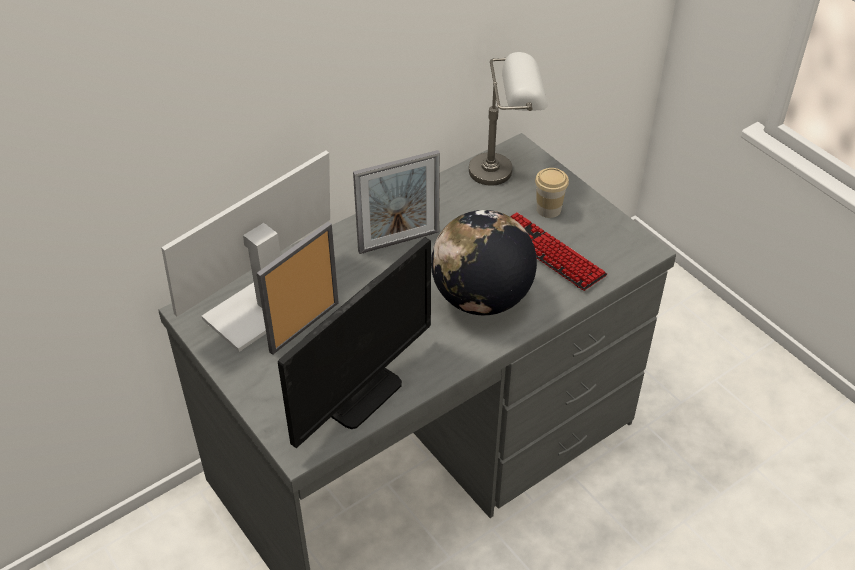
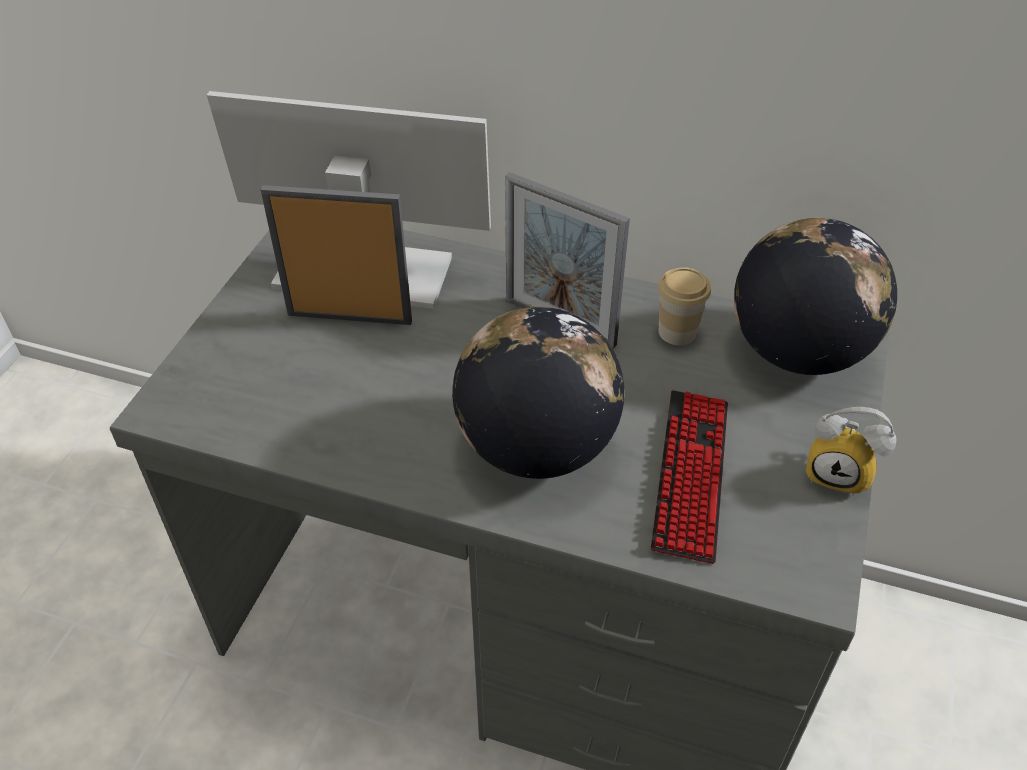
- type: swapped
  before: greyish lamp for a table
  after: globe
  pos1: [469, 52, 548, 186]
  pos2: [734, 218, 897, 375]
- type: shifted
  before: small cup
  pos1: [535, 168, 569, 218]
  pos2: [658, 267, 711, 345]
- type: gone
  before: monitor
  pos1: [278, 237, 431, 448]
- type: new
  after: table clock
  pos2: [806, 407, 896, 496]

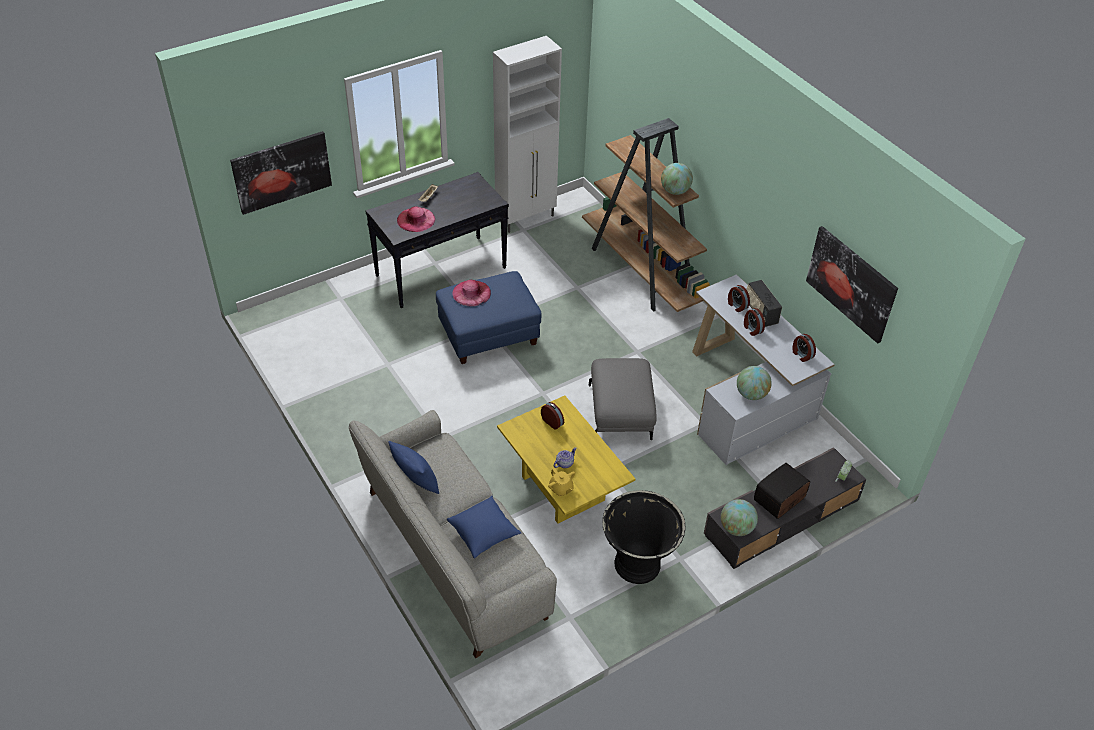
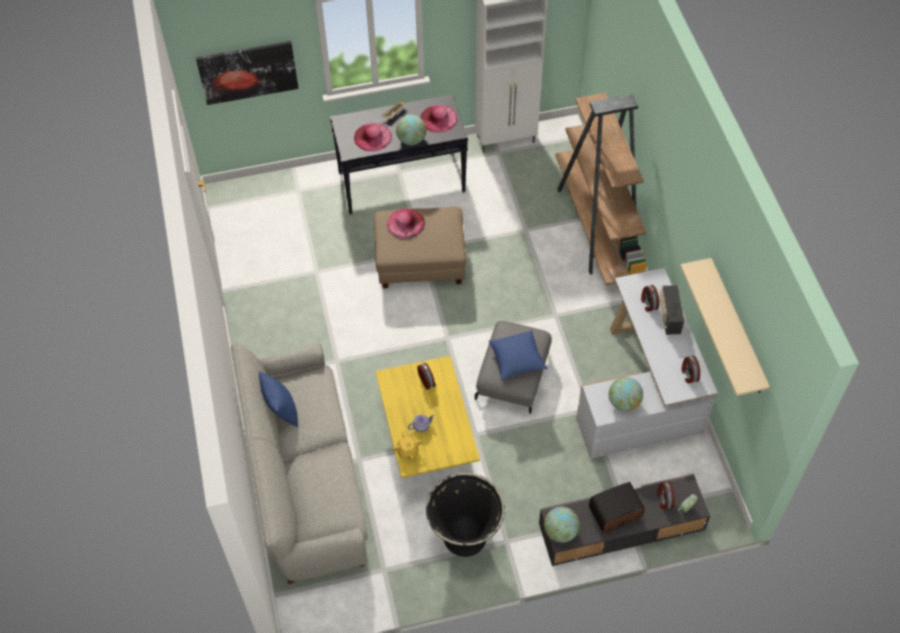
- type: shifted
  before: globe
  pos1: [661, 163, 693, 195]
  pos2: [396, 115, 426, 145]
- type: swapped
  before: wall art
  after: beige-coloured shelf
  pos1: [806, 226, 898, 344]
  pos2: [680, 258, 770, 396]
- type: repainted
  before: bluish pouffe
  after: beige-coloured pouffe
  pos1: [436, 271, 542, 364]
  pos2: [374, 207, 466, 288]
- type: shifted
  before: table clock
  pos1: [744, 308, 765, 336]
  pos2: [657, 482, 675, 509]
- type: shifted
  before: bluish throw pillow
  pos1: [447, 496, 521, 559]
  pos2: [489, 330, 547, 380]
- type: new
  after: pinkish hat
  pos2: [420, 105, 457, 133]

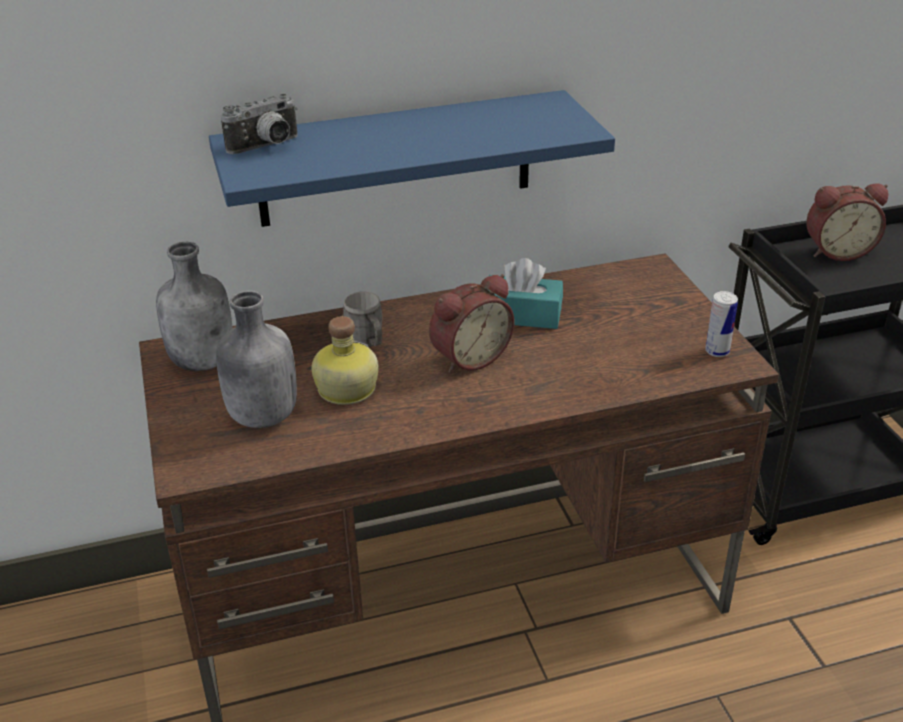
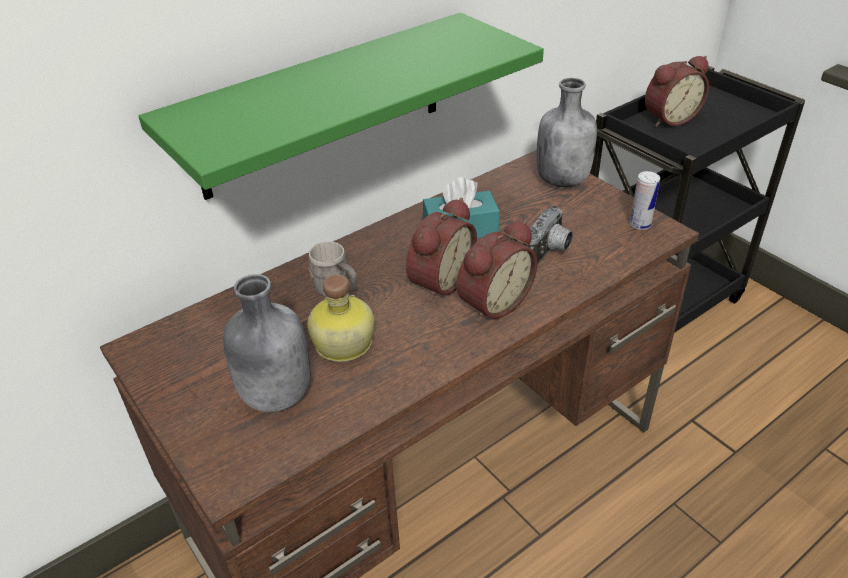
- type: repainted
  before: bluish shelf
  after: green shelf
  pos1: [209, 90, 615, 227]
  pos2: [138, 13, 544, 200]
- type: shifted
  before: still camera
  pos1: [221, 93, 298, 154]
  pos2: [523, 205, 573, 265]
- type: shifted
  before: greyish bottle
  pos1: [156, 242, 233, 371]
  pos2: [537, 78, 597, 187]
- type: new
  after: table clock
  pos2: [456, 220, 537, 323]

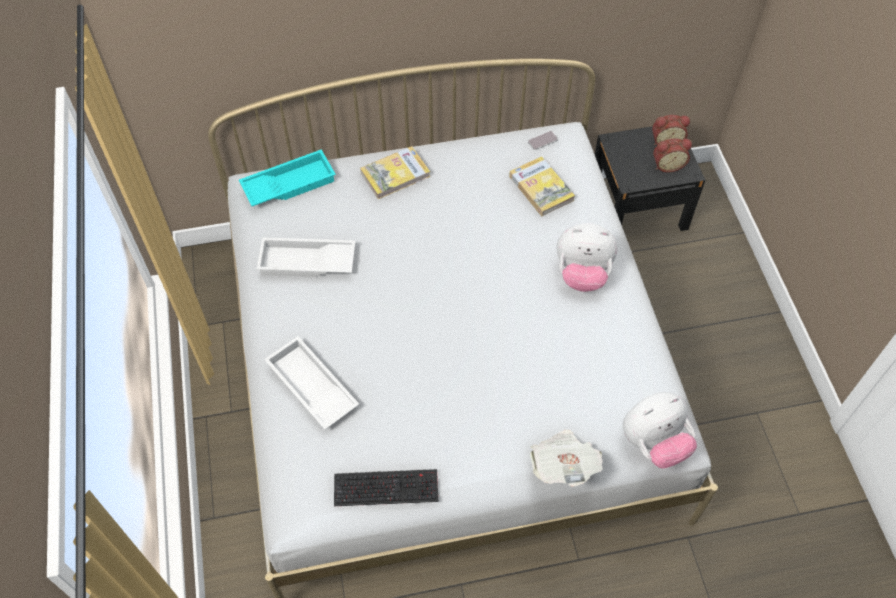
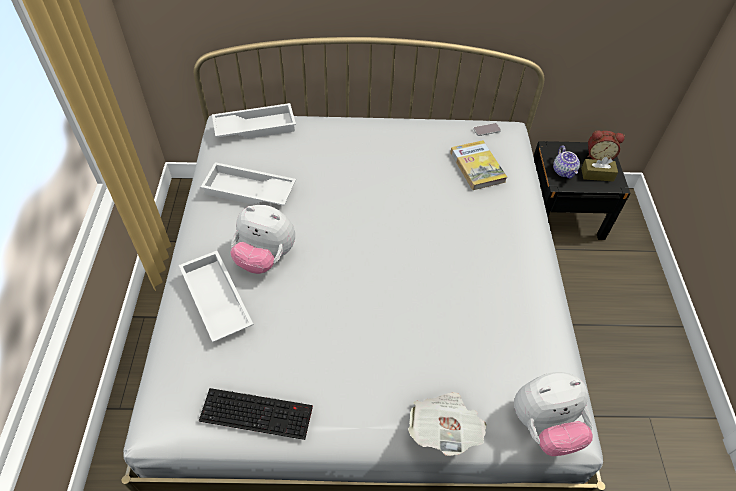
- type: swapped
  before: table clock
  after: brown tissue box
  pos1: [653, 138, 692, 172]
  pos2: [581, 157, 618, 182]
- type: gone
  before: volume
  pos1: [360, 146, 430, 199]
- type: repainted
  before: turquoise-coloured serving tray
  after: white-coloured serving tray
  pos1: [239, 149, 336, 206]
  pos2: [212, 103, 296, 139]
- type: shifted
  before: soft toy
  pos1: [557, 223, 618, 292]
  pos2: [230, 205, 295, 274]
- type: new
  after: tea pot
  pos2: [553, 146, 580, 179]

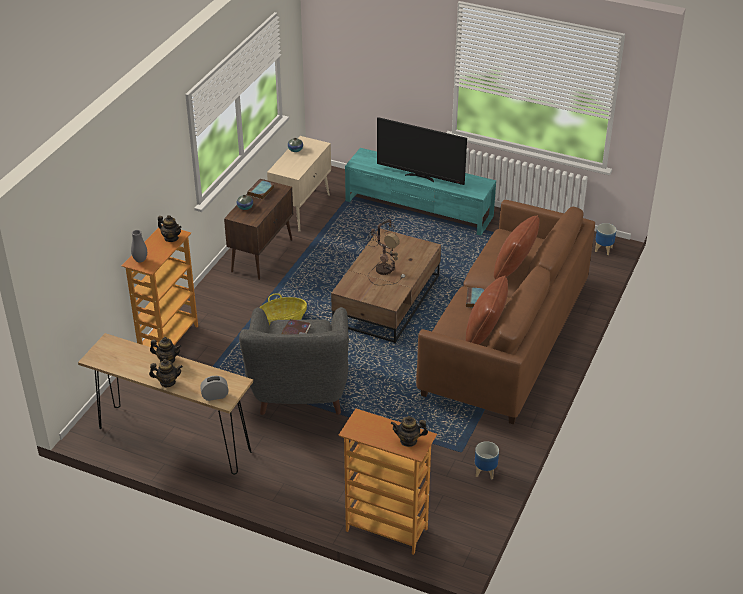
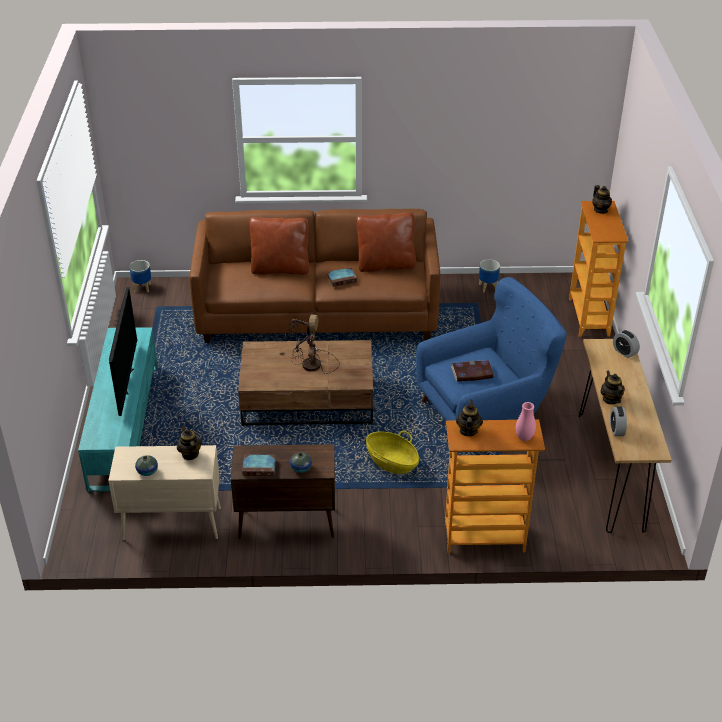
- type: repainted
  before: greyish flower vase
  after: pinkish flower vase
  pos1: [131, 230, 147, 262]
  pos2: [516, 402, 536, 441]
- type: repainted
  before: greyish armchair
  after: bluish armchair
  pos1: [239, 307, 349, 415]
  pos2: [416, 277, 567, 421]
- type: shifted
  before: tea pot
  pos1: [149, 359, 183, 387]
  pos2: [177, 425, 202, 460]
- type: new
  after: table clock
  pos2: [610, 406, 627, 436]

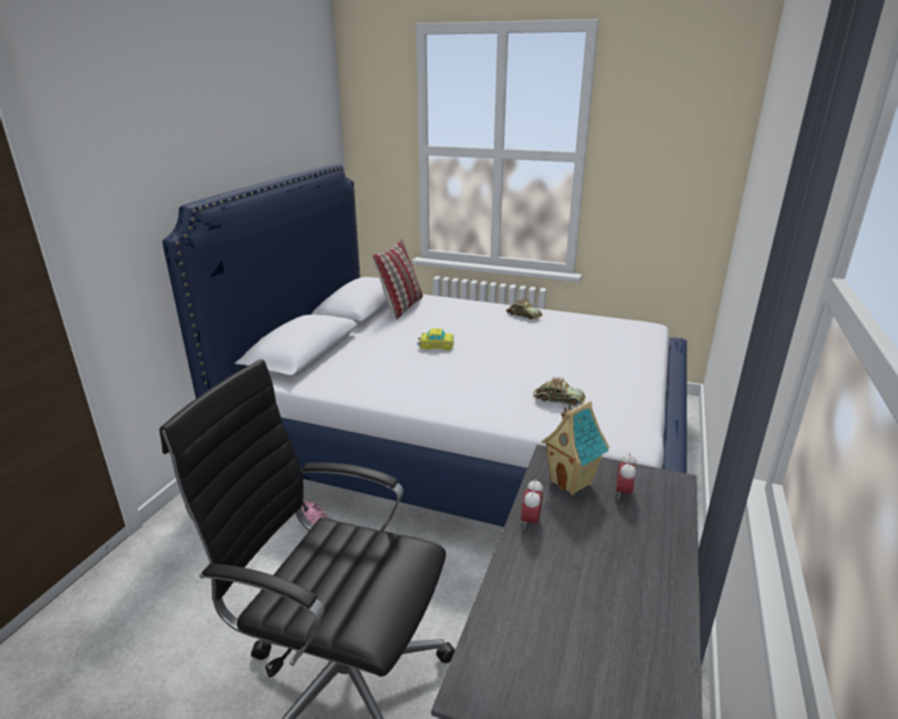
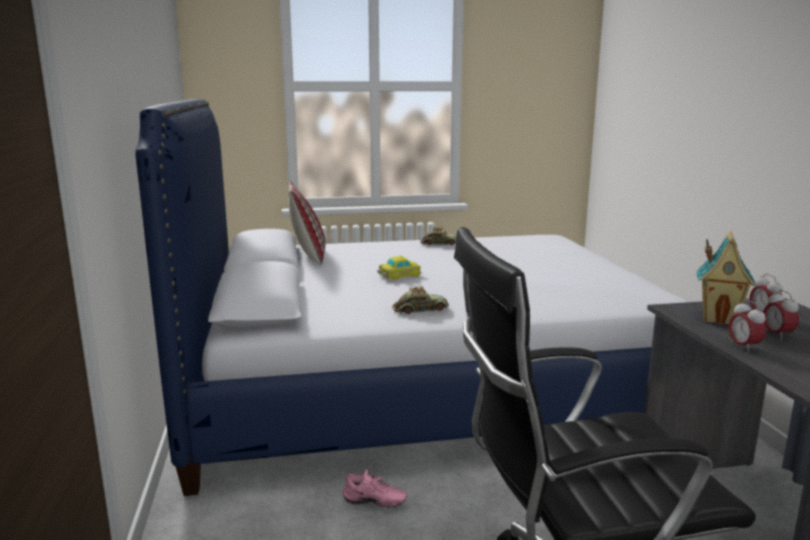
- type: shifted
  before: model car
  pos1: [533, 377, 586, 406]
  pos2: [392, 285, 449, 314]
- type: new
  after: table clock
  pos2: [763, 290, 799, 340]

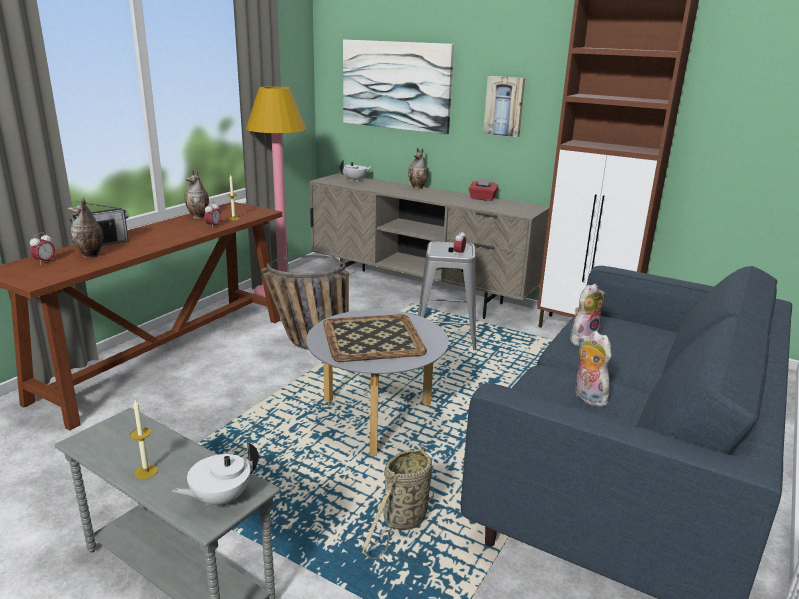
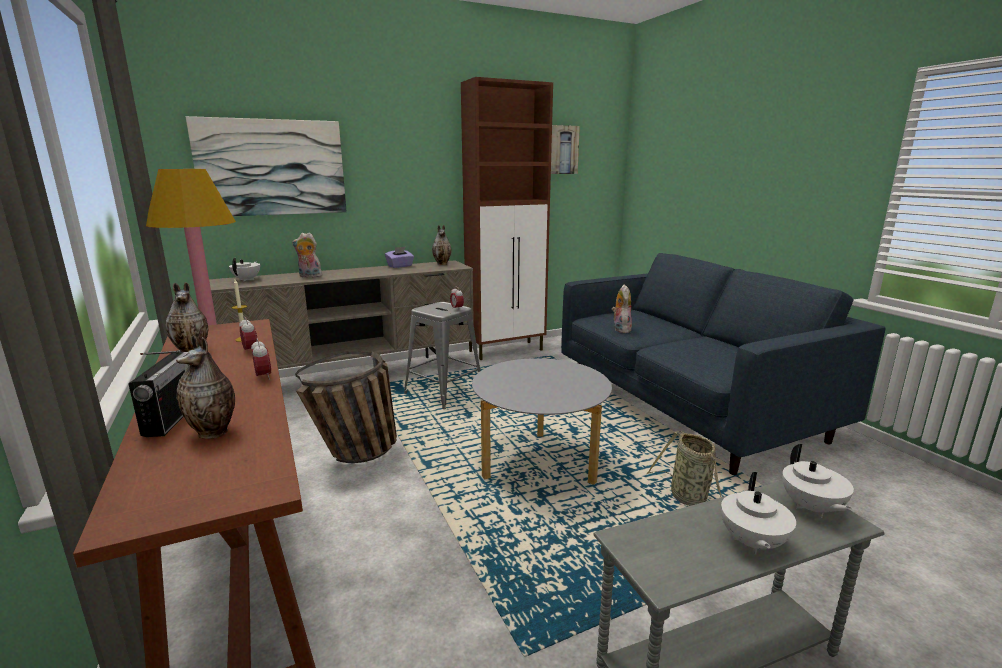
- type: shifted
  before: wall art
  pos1: [483, 76, 525, 137]
  pos2: [551, 125, 580, 174]
- type: shifted
  before: flower vase
  pos1: [408, 148, 428, 189]
  pos2: [432, 225, 451, 265]
- type: repainted
  before: reddish tissue box
  after: purplish tissue box
  pos1: [469, 178, 498, 201]
  pos2: [385, 247, 414, 268]
- type: shifted
  before: table clock
  pos1: [30, 232, 55, 265]
  pos2: [251, 338, 271, 380]
- type: gone
  before: serving tray
  pos1: [323, 314, 427, 362]
- type: shifted
  before: soft toy
  pos1: [575, 331, 611, 407]
  pos2: [292, 232, 322, 278]
- type: swapped
  before: wax candle
  after: white-coloured tea pot
  pos1: [130, 399, 158, 479]
  pos2: [721, 472, 796, 555]

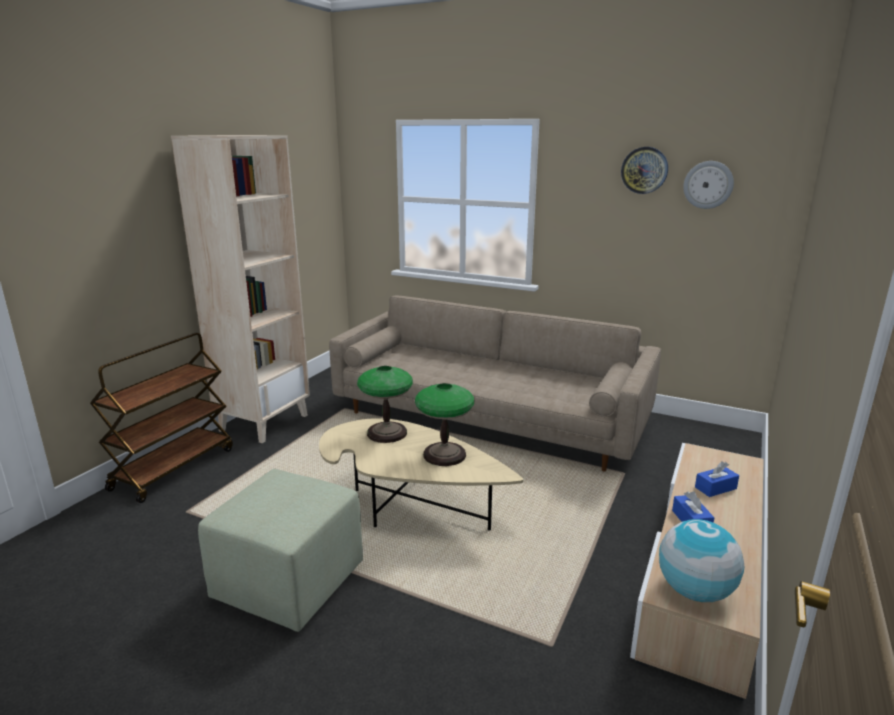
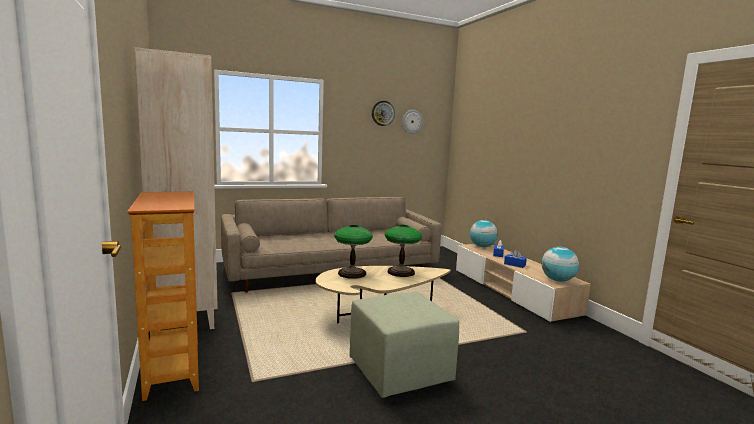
- type: swapped
  before: brown wheeled cart
  after: shelving unit
  pos1: [90, 333, 233, 503]
  pos2: [127, 192, 199, 401]
- type: new
  after: globe
  pos2: [470, 220, 498, 247]

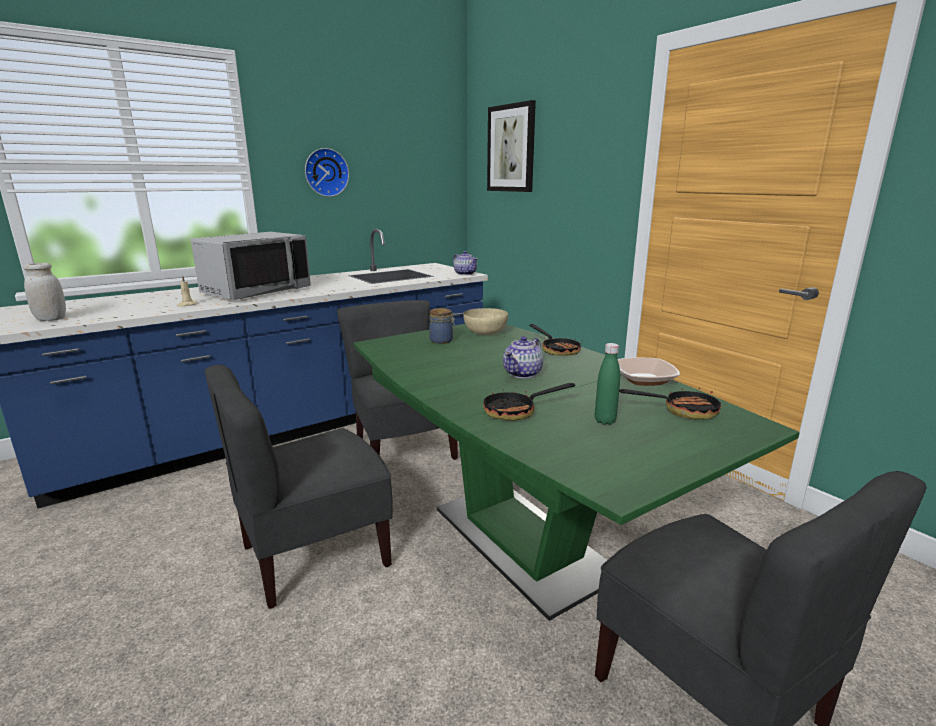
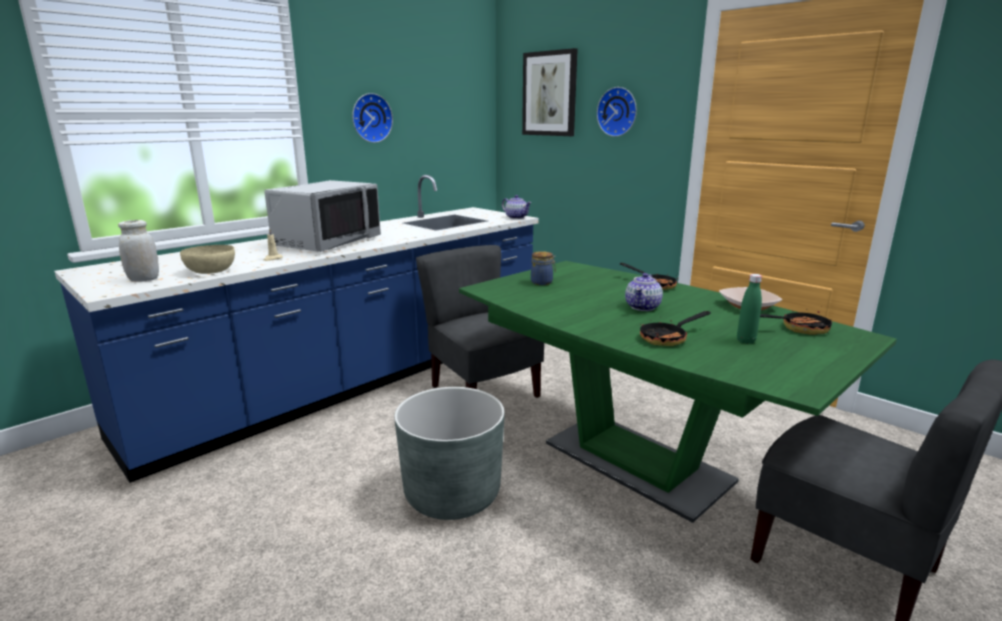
- type: shifted
  before: beige-coloured bowl
  pos1: [463, 308, 508, 335]
  pos2: [180, 245, 235, 274]
- type: swapped
  before: greyish chair
  after: greyish planter
  pos1: [204, 364, 393, 609]
  pos2: [394, 387, 505, 520]
- type: new
  after: hanging clock
  pos2: [597, 87, 637, 137]

